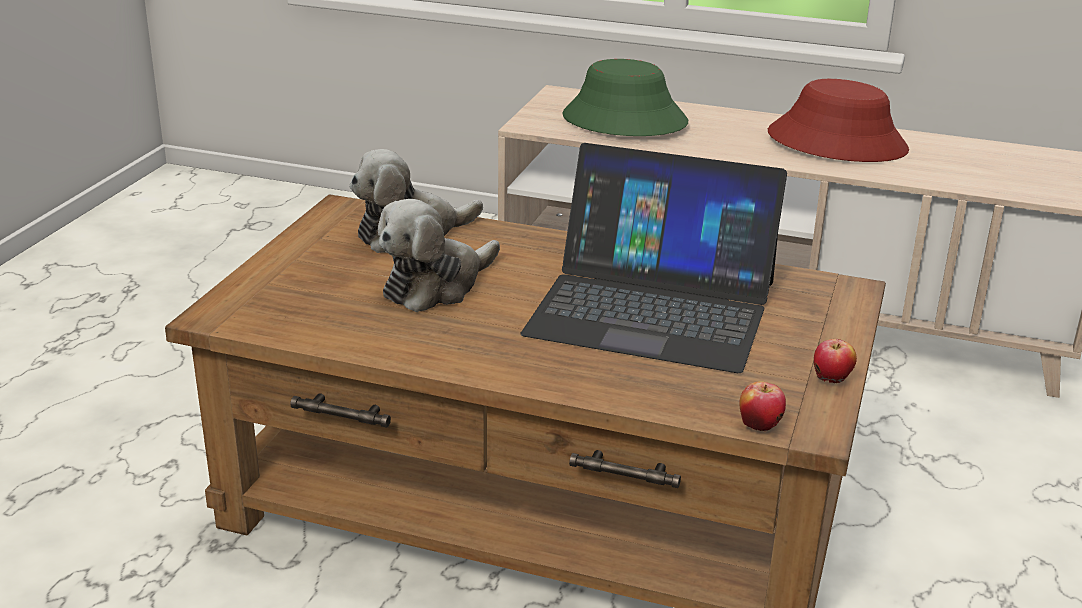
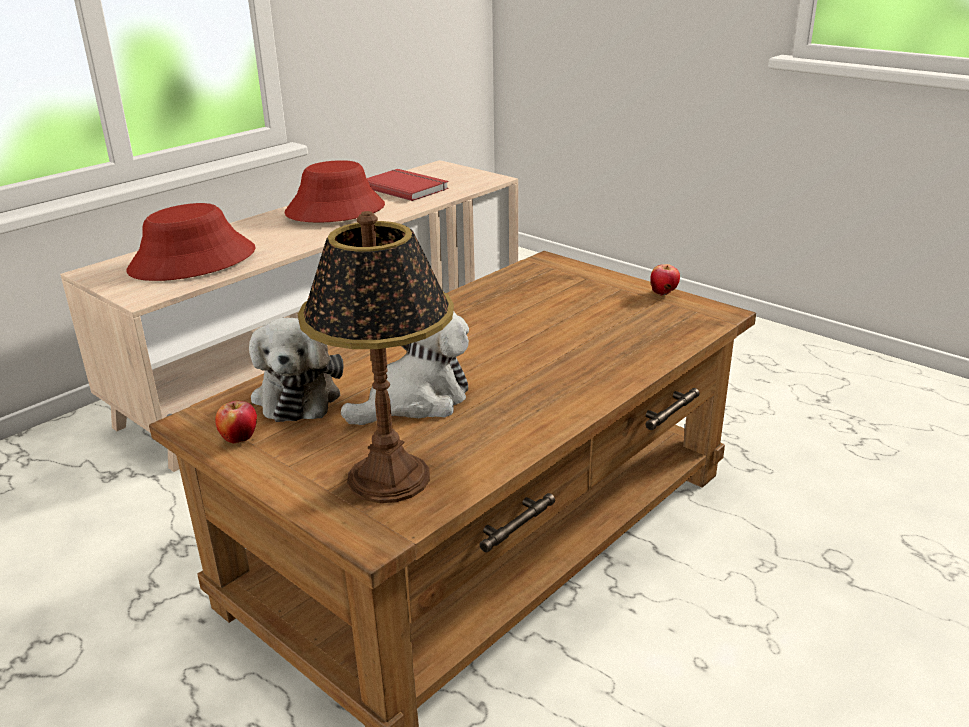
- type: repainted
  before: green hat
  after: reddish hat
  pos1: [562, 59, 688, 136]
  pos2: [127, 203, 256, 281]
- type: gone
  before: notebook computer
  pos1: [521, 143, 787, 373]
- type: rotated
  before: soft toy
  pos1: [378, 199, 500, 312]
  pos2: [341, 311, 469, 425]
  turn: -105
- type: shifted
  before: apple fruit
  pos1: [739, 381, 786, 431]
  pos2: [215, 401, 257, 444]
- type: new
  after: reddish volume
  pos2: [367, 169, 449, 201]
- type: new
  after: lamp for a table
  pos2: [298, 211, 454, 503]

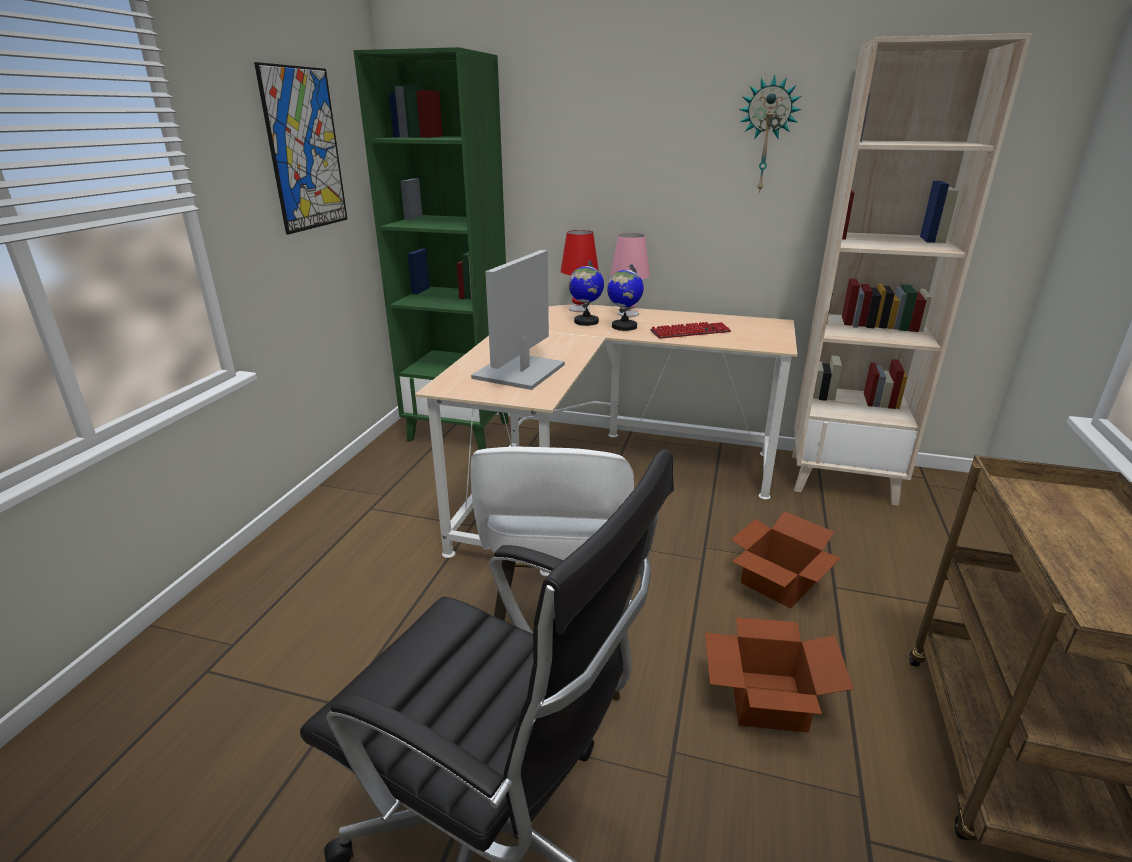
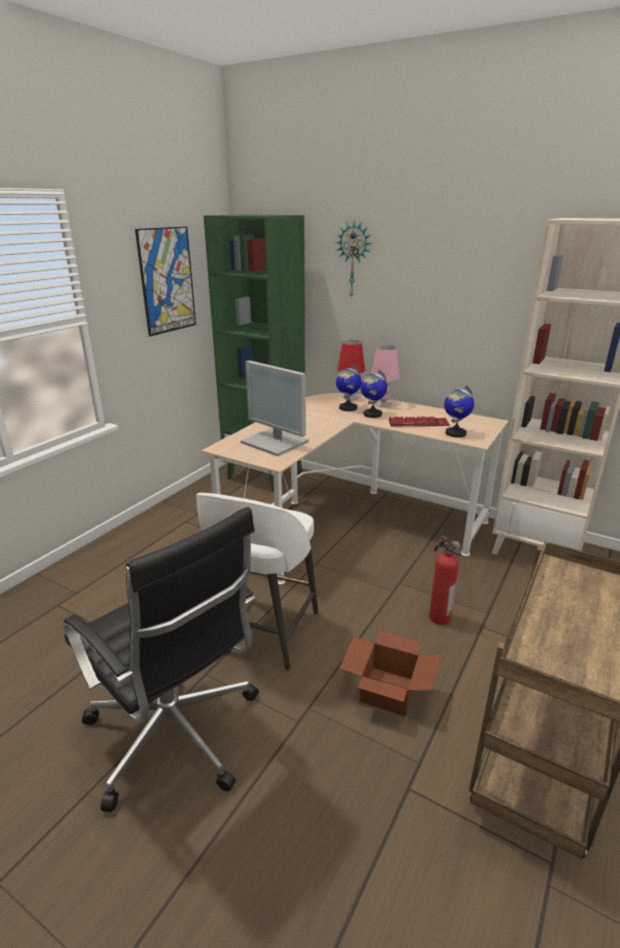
- type: shifted
  before: hanging clock
  pos1: [739, 75, 802, 193]
  pos2: [336, 221, 372, 299]
- type: rotated
  before: monitor
  pos1: [471, 250, 565, 390]
  pos2: [240, 360, 309, 456]
  turn: -90
- type: swapped
  before: carton
  after: fire-fighting cylinder
  pos1: [731, 511, 841, 609]
  pos2: [429, 535, 461, 625]
- type: new
  after: globe
  pos2: [444, 385, 474, 438]

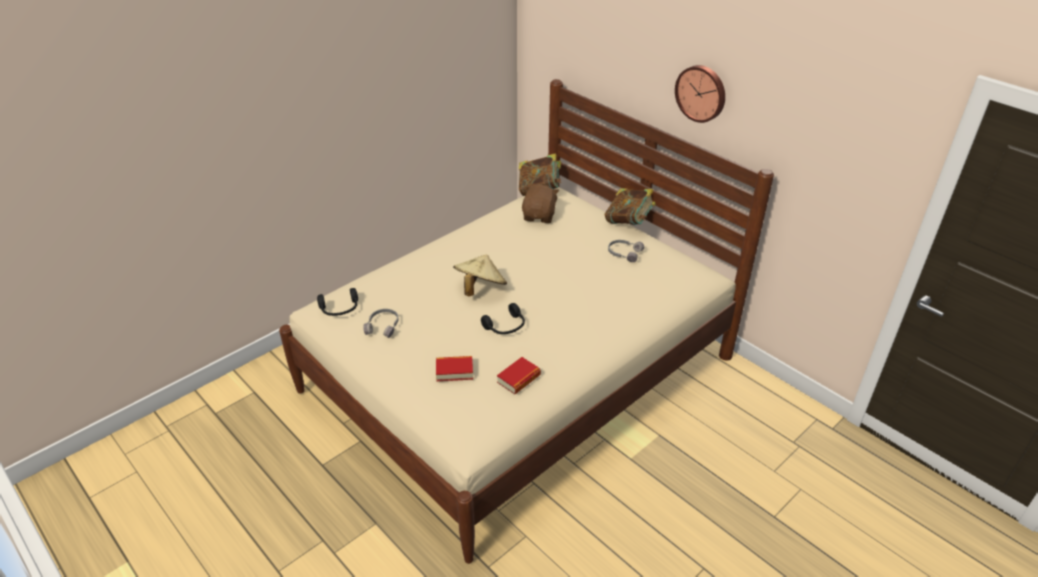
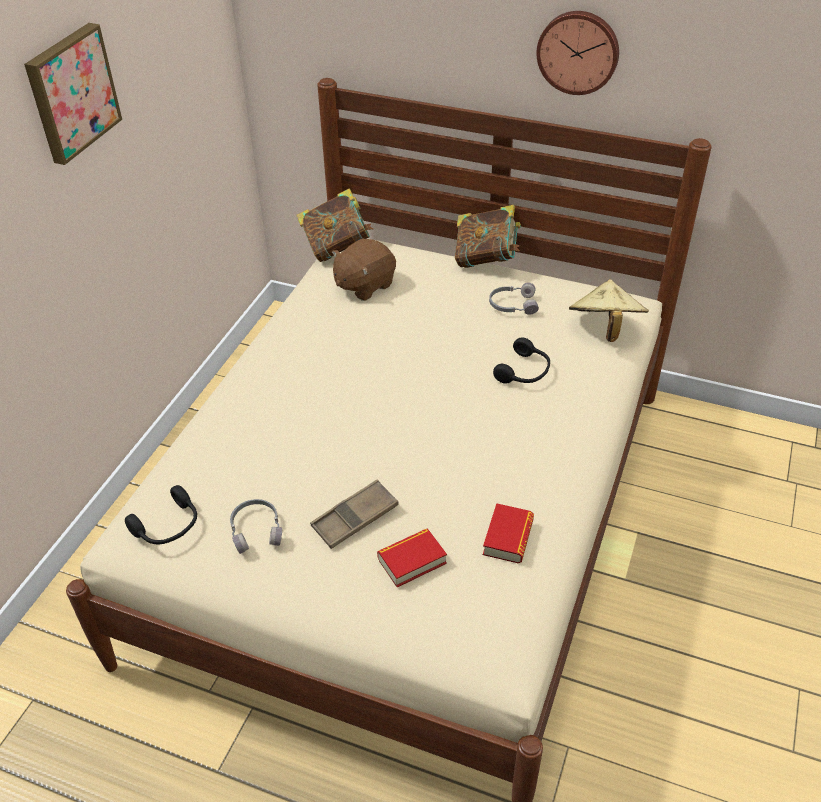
- type: rotated
  before: brown soft toy
  pos1: [522, 185, 559, 223]
  pos2: [332, 239, 396, 301]
  turn: -120
- type: shifted
  before: beige-coloured hat
  pos1: [453, 254, 507, 296]
  pos2: [569, 279, 649, 342]
- type: shifted
  before: blackish headphones
  pos1: [481, 303, 525, 334]
  pos2: [493, 337, 550, 384]
- type: new
  after: wall art
  pos2: [24, 23, 122, 165]
- type: new
  after: brown serving tray
  pos2: [310, 479, 399, 549]

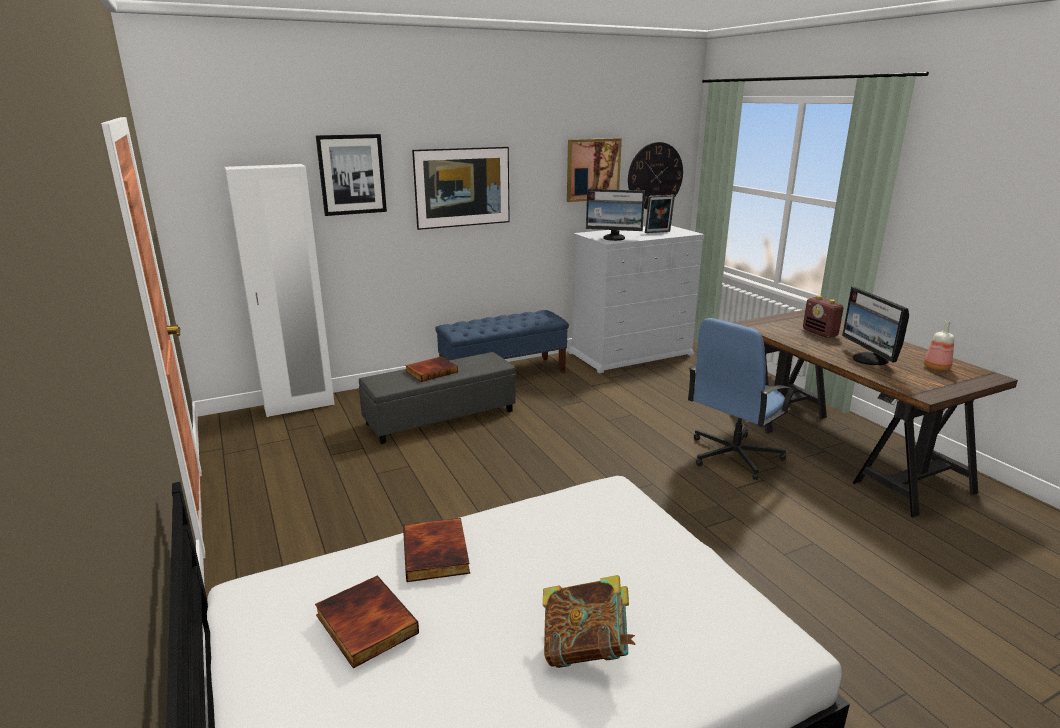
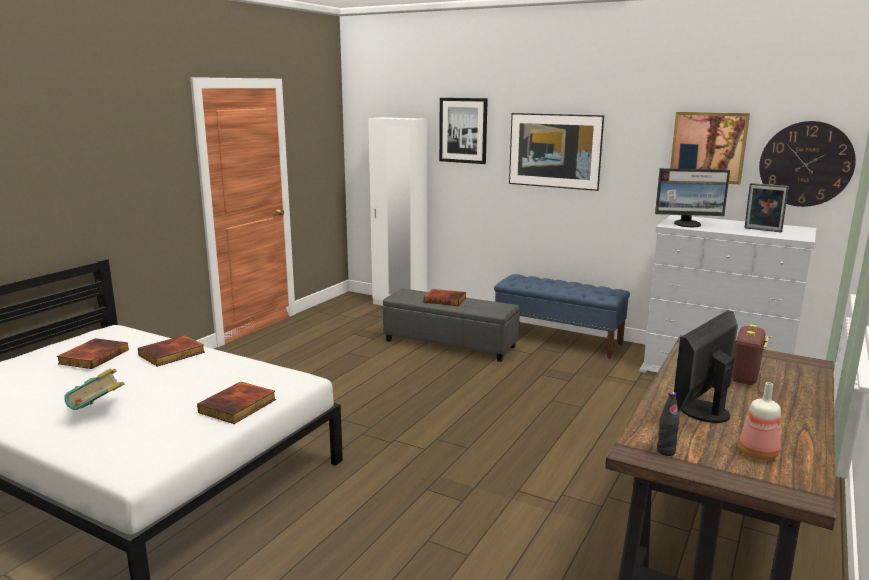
- type: rotated
  before: monitor
  pos1: [586, 189, 645, 241]
  pos2: [655, 168, 730, 227]
  turn: -60
- type: gone
  before: bluish desk chair
  pos1: [688, 318, 796, 480]
- type: new
  after: volume
  pos2: [197, 381, 276, 424]
- type: new
  after: blackish bottle
  pos2: [657, 392, 679, 456]

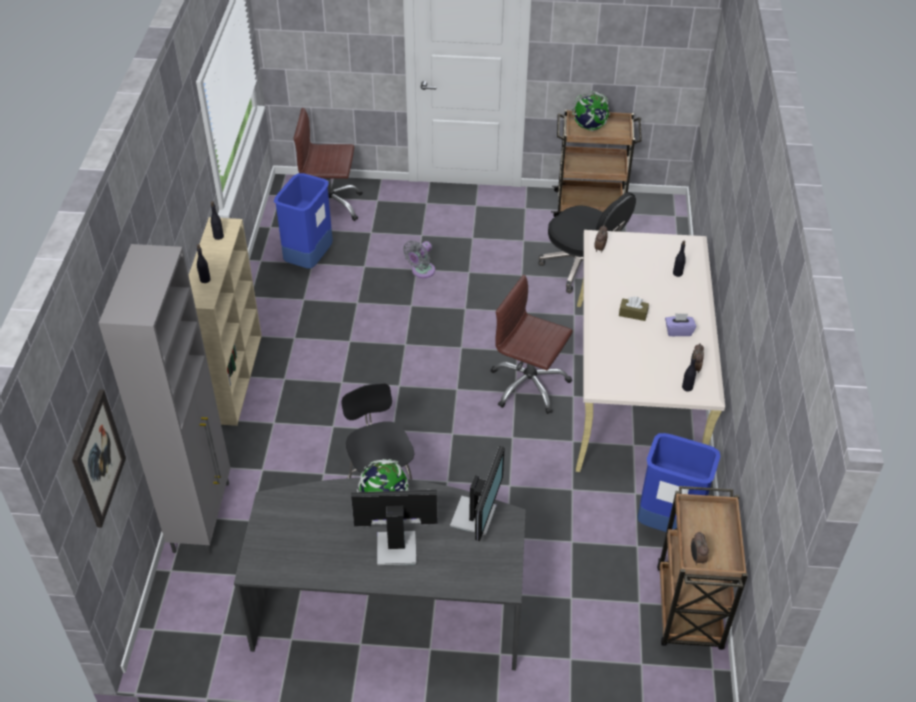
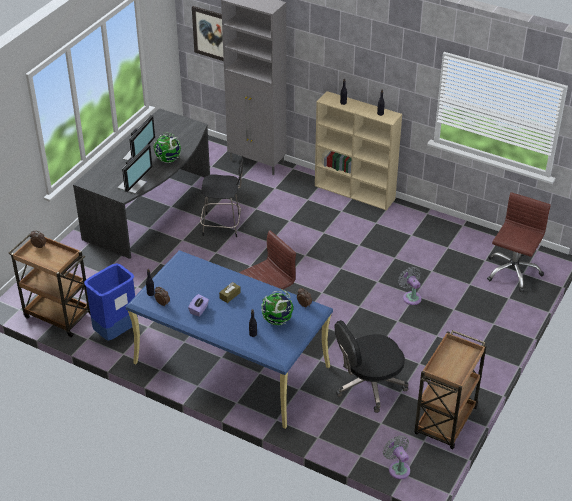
- type: shifted
  before: globe
  pos1: [572, 91, 610, 131]
  pos2: [261, 289, 293, 325]
- type: gone
  before: bluish rubbish bin
  pos1: [274, 173, 333, 269]
- type: repainted
  before: beige-coloured desk unit
  after: bluish desk unit
  pos1: [576, 230, 725, 472]
  pos2: [126, 250, 333, 429]
- type: rotated
  before: monitor
  pos1: [450, 446, 505, 541]
  pos2: [117, 144, 152, 195]
  turn: -105
- type: new
  after: greyish electric fan
  pos2: [383, 435, 410, 479]

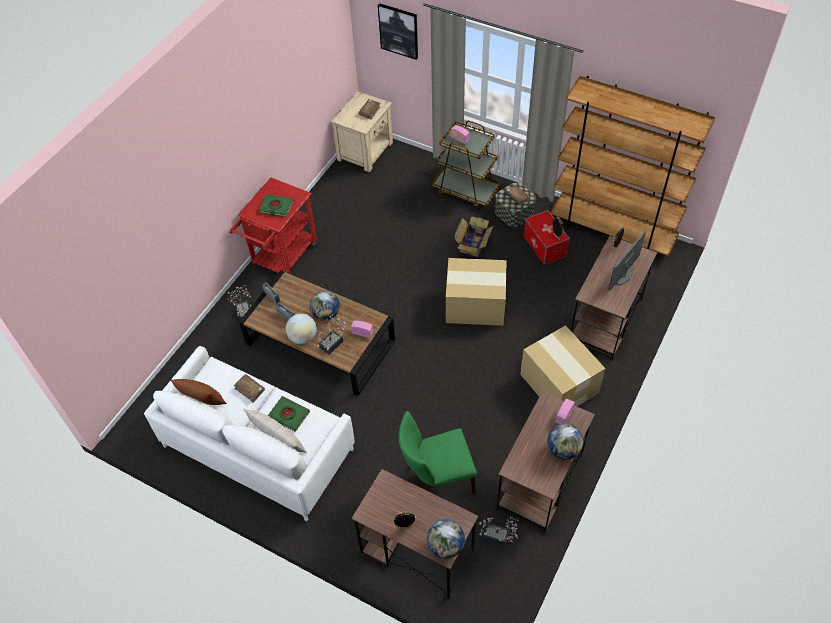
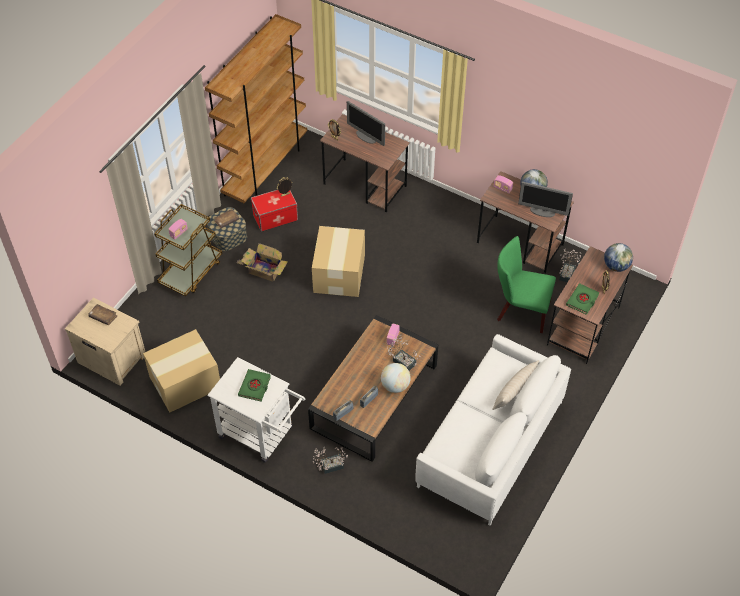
- type: gone
  before: wall art
  pos1: [378, 3, 418, 60]
- type: repainted
  before: reddish wheeled cart
  after: white-coloured wheeled cart
  pos1: [229, 178, 318, 274]
  pos2: [207, 357, 305, 463]
- type: gone
  before: globe
  pos1: [310, 290, 340, 321]
- type: shifted
  before: carton
  pos1: [520, 325, 606, 406]
  pos2: [143, 329, 220, 412]
- type: gone
  before: brown volume
  pos1: [233, 374, 265, 403]
- type: gone
  before: brown throw pillow
  pos1: [170, 379, 227, 405]
- type: shifted
  before: green volume
  pos1: [268, 396, 310, 432]
  pos2: [566, 283, 599, 315]
- type: rotated
  before: green chair
  pos1: [399, 411, 477, 495]
  pos2: [497, 236, 556, 333]
  turn: 120
- type: new
  after: monitor
  pos2: [518, 181, 573, 217]

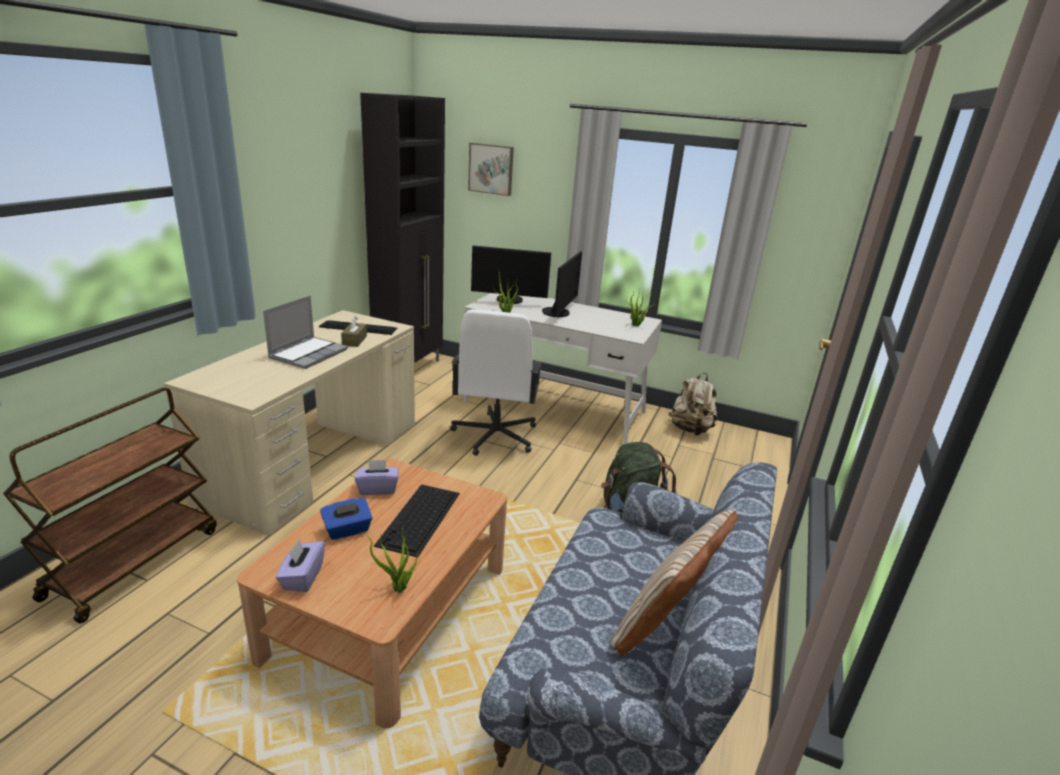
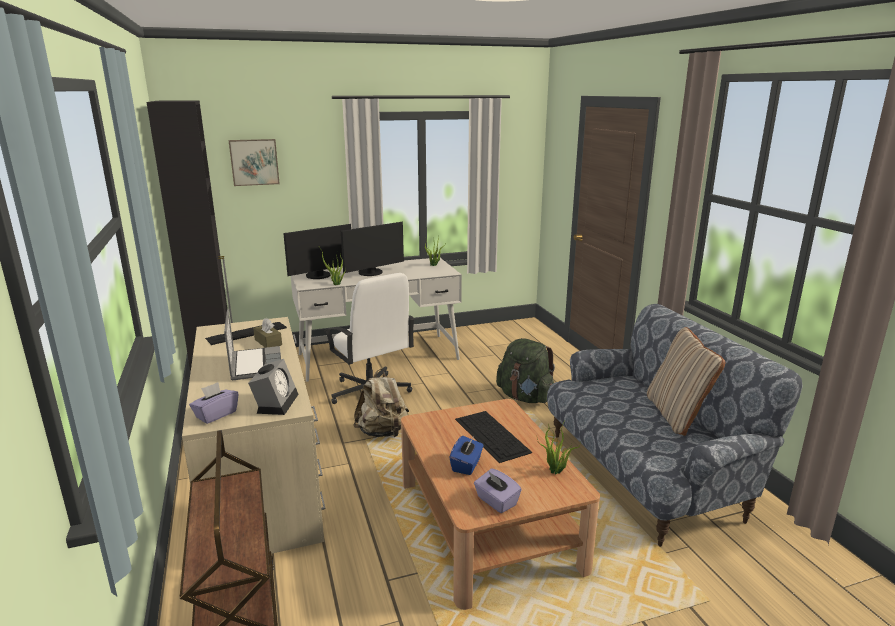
- type: rotated
  before: monitor
  pos1: [542, 251, 582, 317]
  pos2: [341, 222, 404, 276]
  turn: 75
- type: shifted
  before: beige-coloured backpack
  pos1: [669, 373, 717, 435]
  pos2: [353, 369, 409, 437]
- type: shifted
  before: purplish tissue box
  pos1: [355, 460, 399, 495]
  pos2: [189, 382, 239, 424]
- type: new
  after: table clock
  pos2: [248, 359, 299, 415]

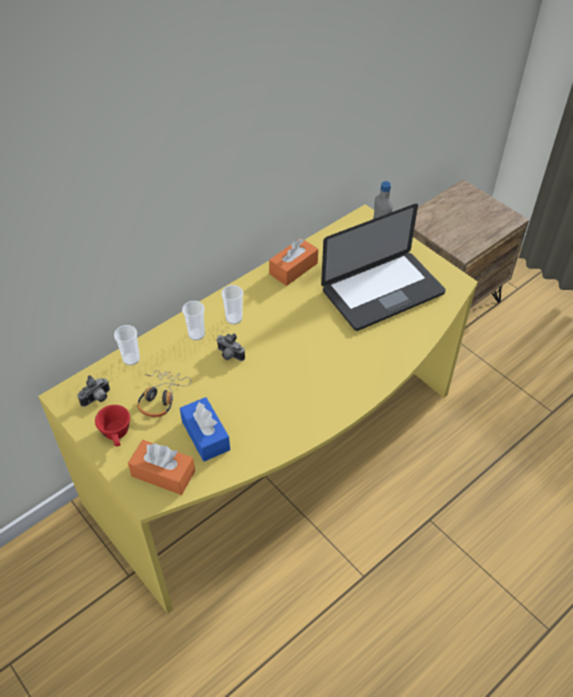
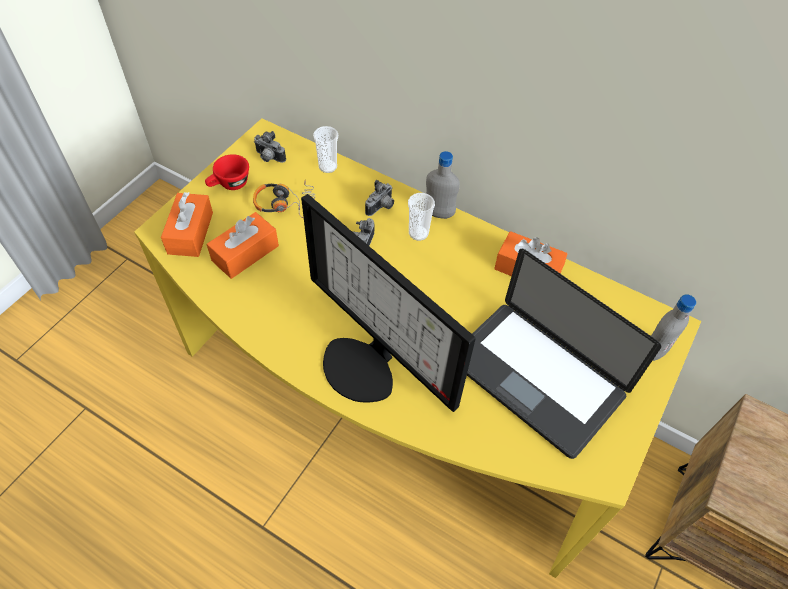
- type: swapped
  before: small cup
  after: still camera
  pos1: [182, 301, 205, 341]
  pos2: [365, 180, 394, 216]
- type: repainted
  before: bluish tissue box
  after: orangey tissue box
  pos1: [180, 397, 230, 461]
  pos2: [207, 212, 279, 279]
- type: new
  after: greyish bottle
  pos2: [426, 151, 460, 219]
- type: new
  after: monitor
  pos2: [301, 194, 476, 412]

